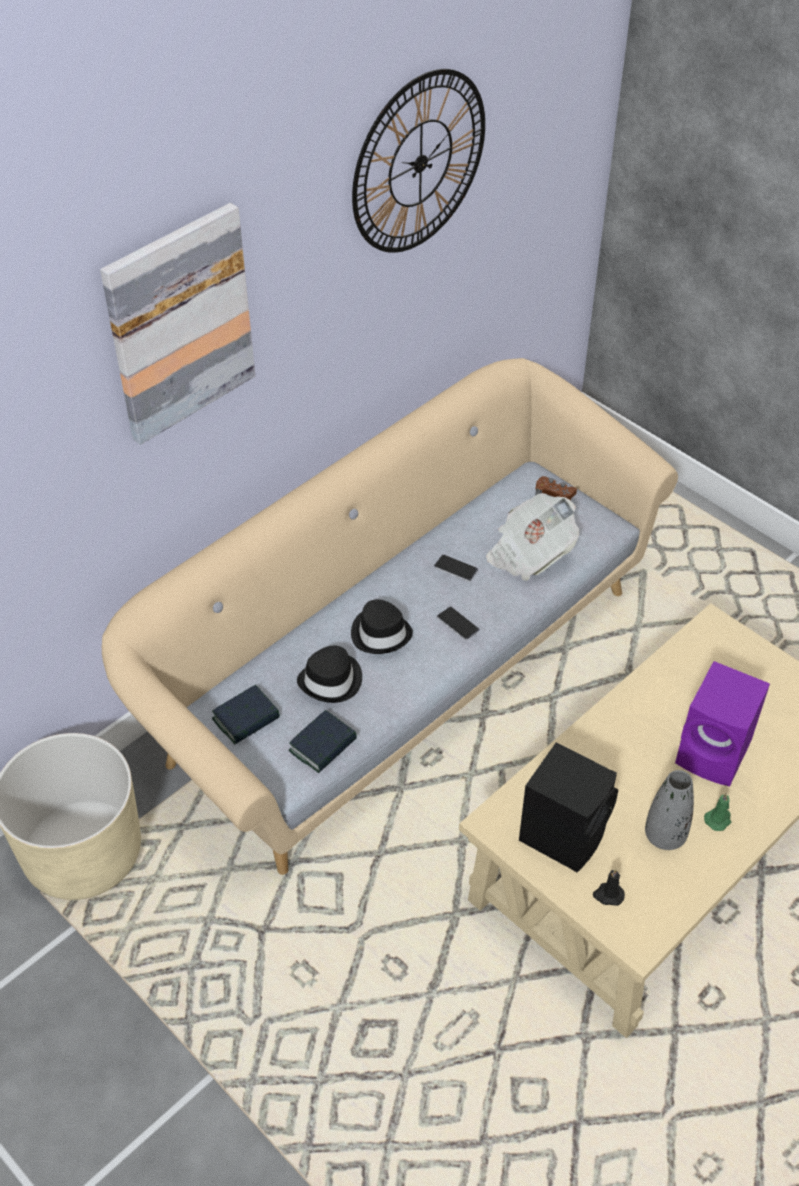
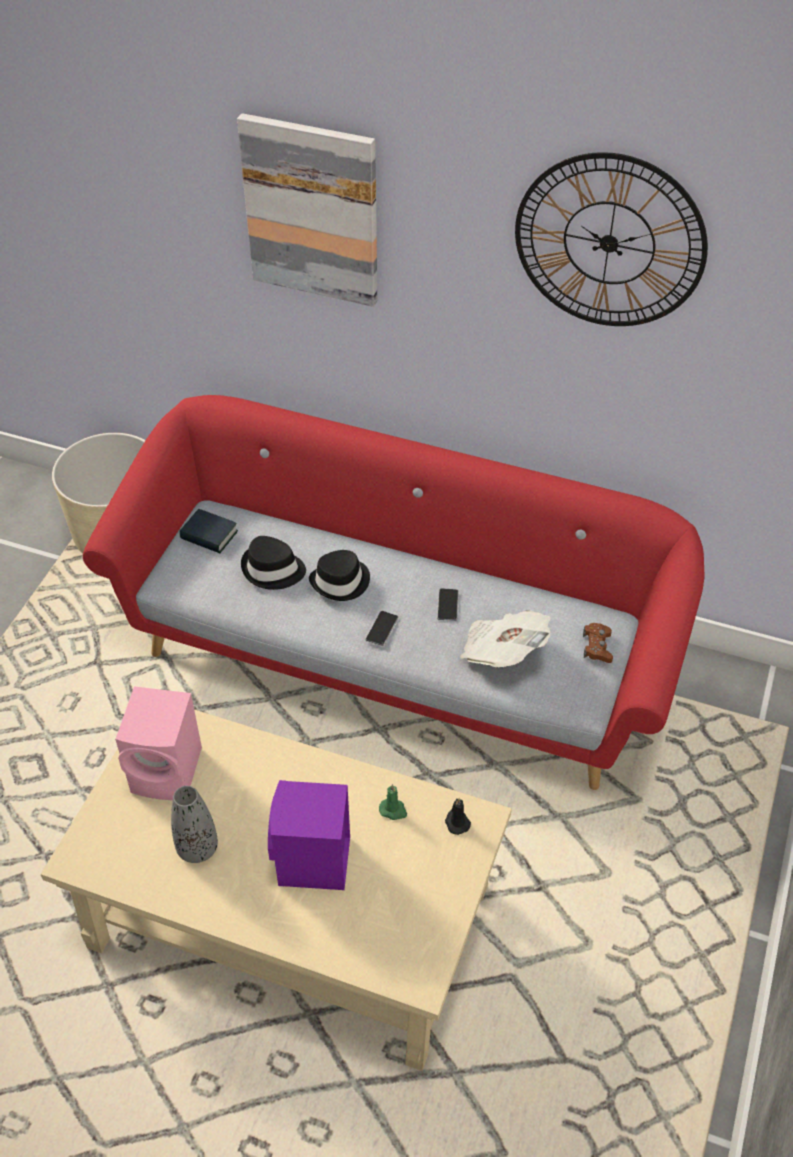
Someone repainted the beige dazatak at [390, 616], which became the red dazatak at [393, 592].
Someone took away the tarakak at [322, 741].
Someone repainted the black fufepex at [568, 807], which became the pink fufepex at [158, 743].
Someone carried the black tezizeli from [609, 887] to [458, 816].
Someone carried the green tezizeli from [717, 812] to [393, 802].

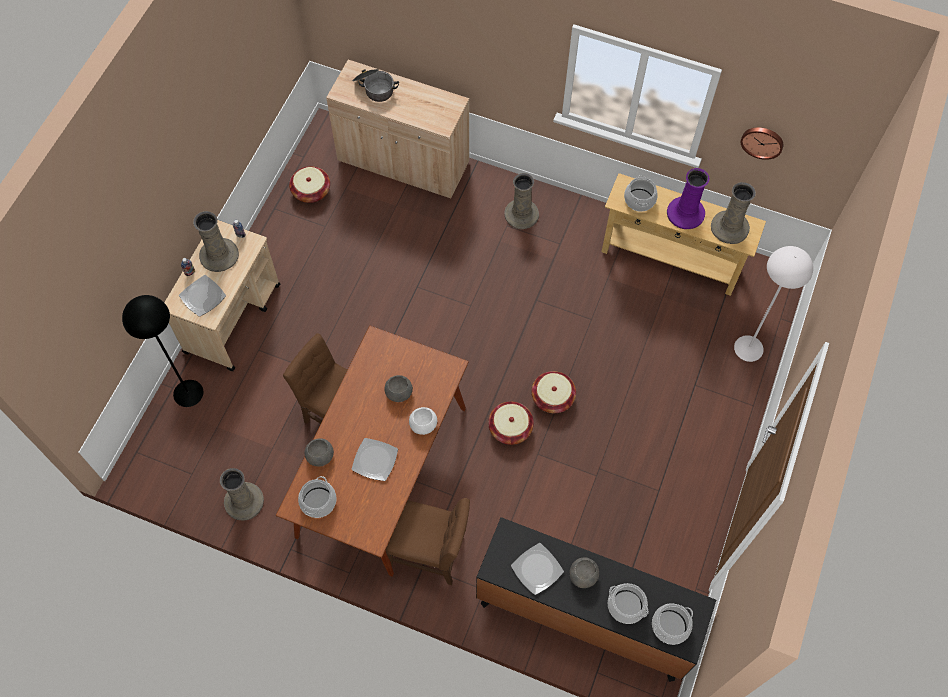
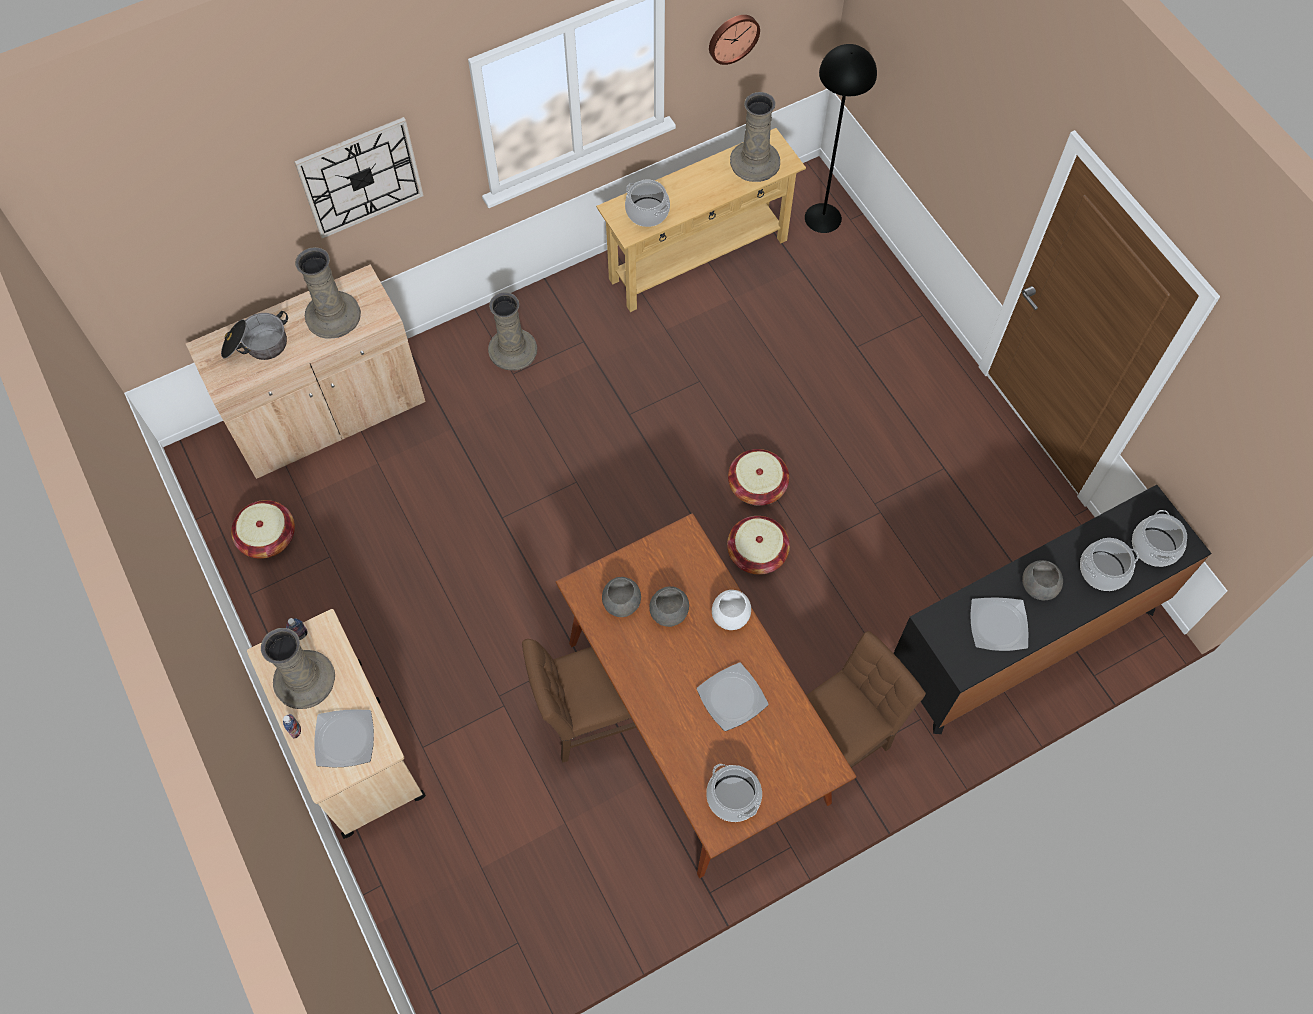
Someone carried the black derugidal from [162, 351] to [841, 138].
Someone carried the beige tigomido from [242, 494] to [328, 293].
Someone carried the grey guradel from [319, 453] to [621, 597].
Someone took away the purple tigomido at [688, 198].
Someone took away the white derugidal at [773, 304].
Someone put up the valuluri at [359, 178].

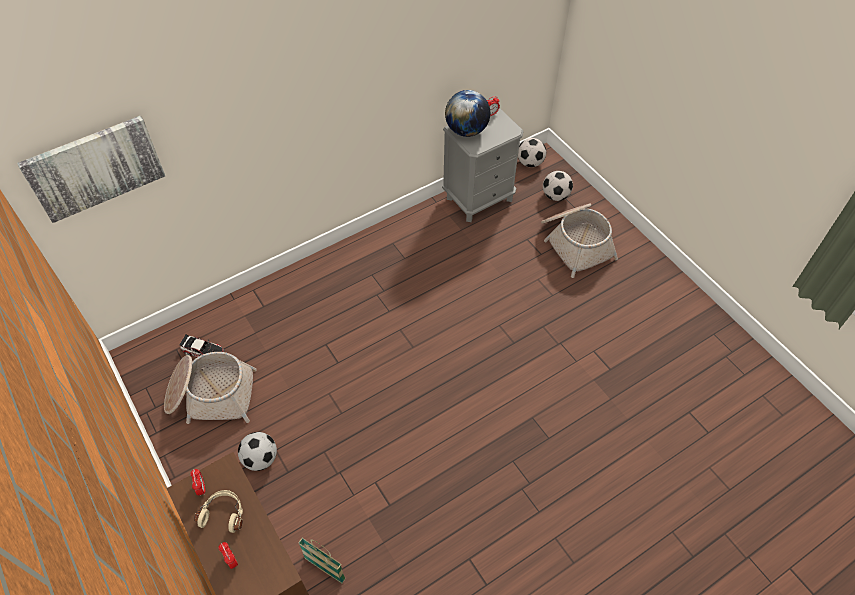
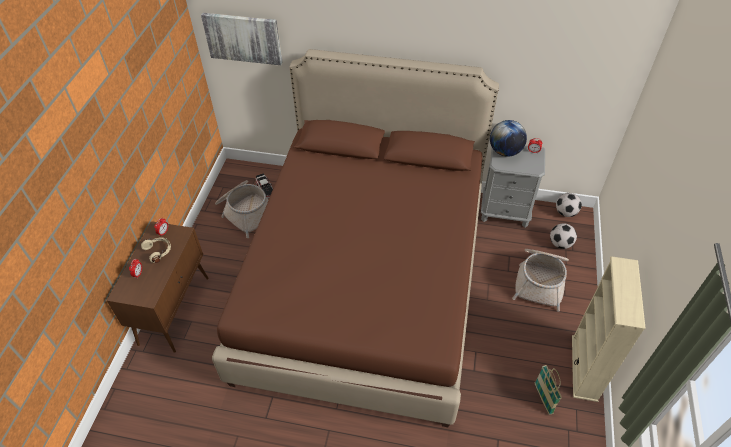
Someone took away the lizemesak at [257, 451].
Someone carried the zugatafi from [322, 560] to [548, 390].
Someone put down the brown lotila at [355, 238].
Someone put down the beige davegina at [609, 329].

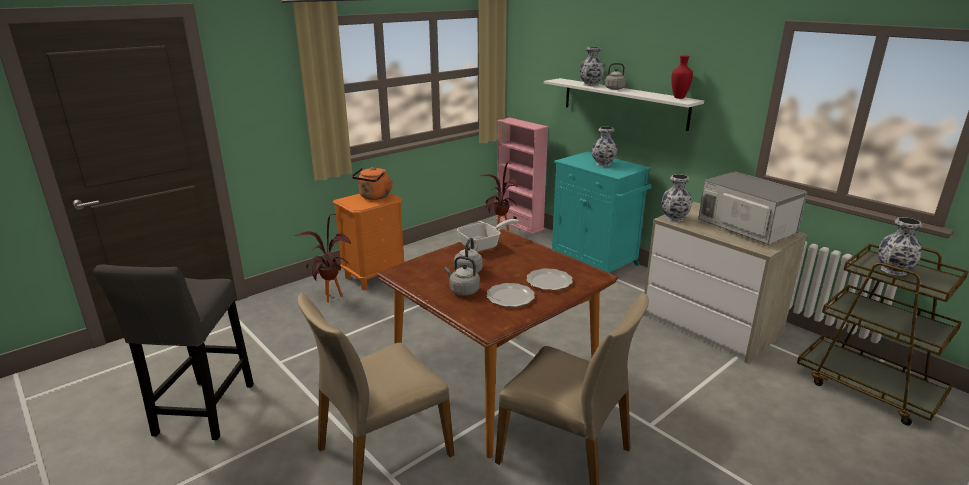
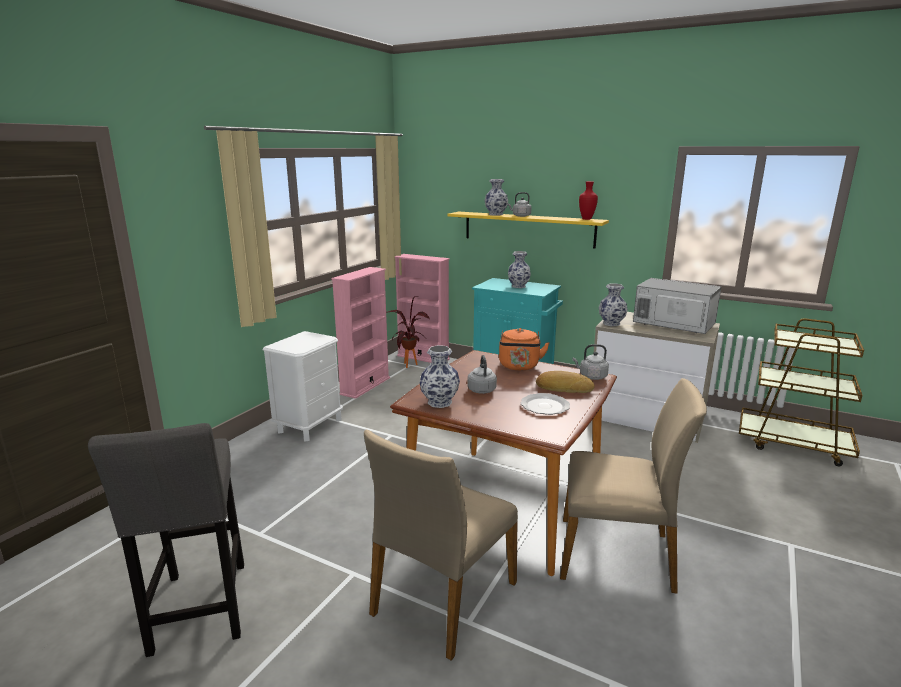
Someone took away the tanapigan at [322, 258].
Someone repainted the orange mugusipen at [369, 241], which became the white mugusipen at [302, 386].
Someone carried the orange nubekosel from [372, 183] to [524, 349].
Someone carried the grey nubekosel from [462, 276] to [590, 362].
Someone took away the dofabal at [488, 235].
Someone swapped the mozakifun at [550, 279] for the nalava at [565, 382].
Someone repainted the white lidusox at [624, 104], which became the yellow lidusox at [528, 230].
Someone carried the tigomido from [900, 246] to [439, 376].
Someone put down the pink davegina at [360, 333].

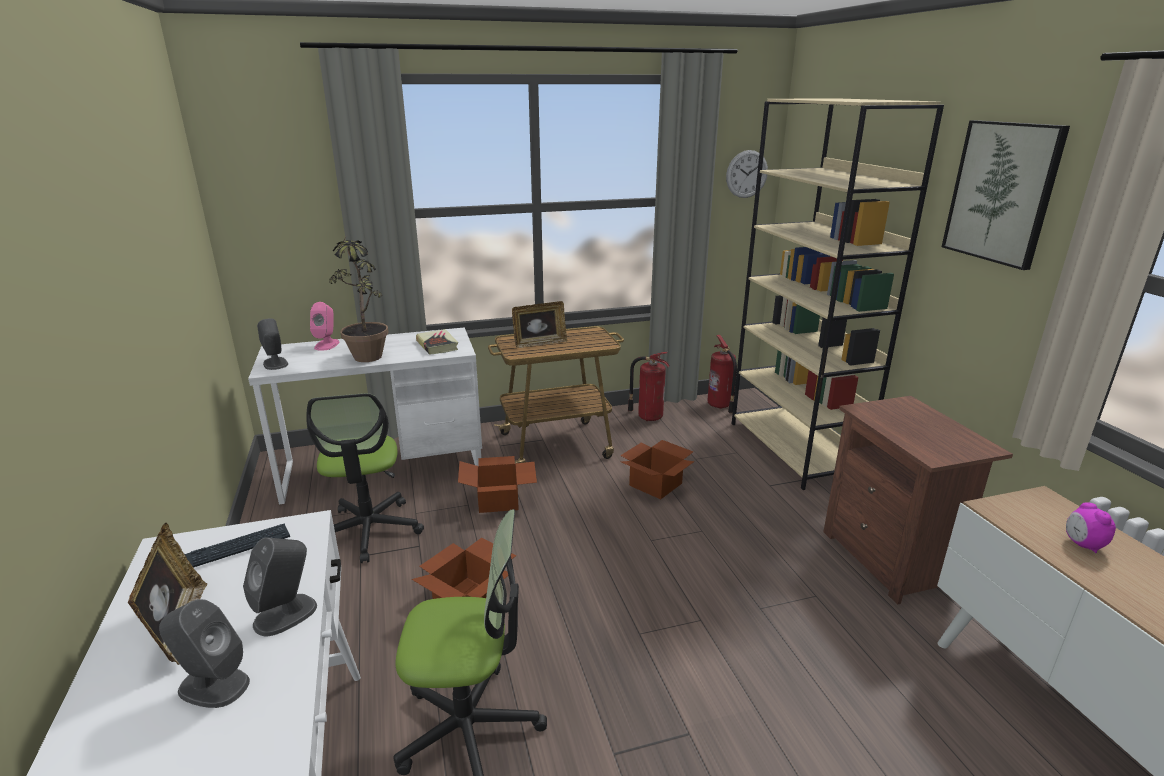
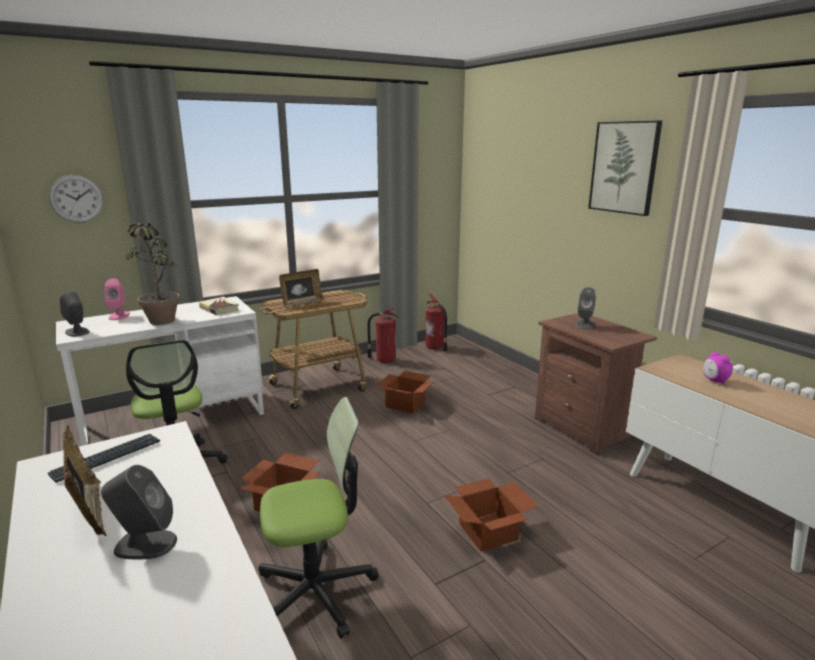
Someone carried the grey fufepex from [280, 586] to [585, 308].
Someone carried the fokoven from [497, 484] to [491, 515].
Someone carried the valuluri from [747, 174] to [76, 199].
Someone took away the beige davegina at [838, 294].

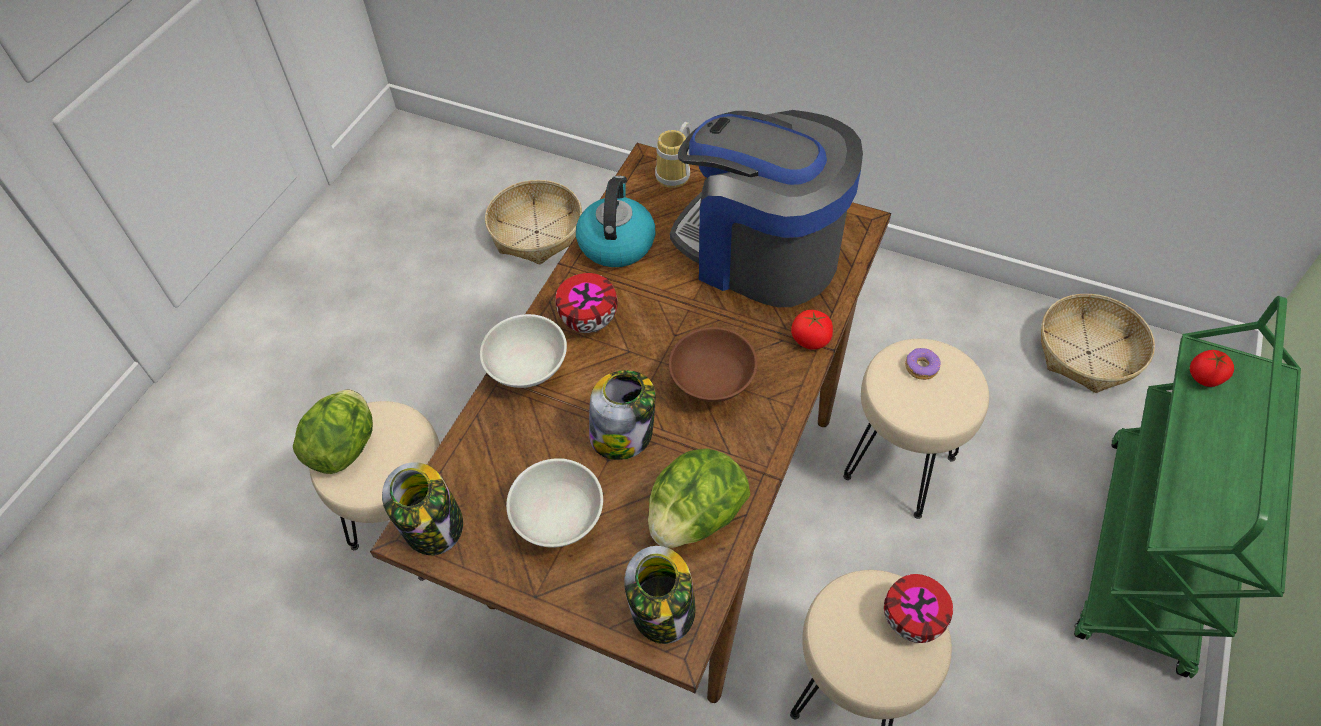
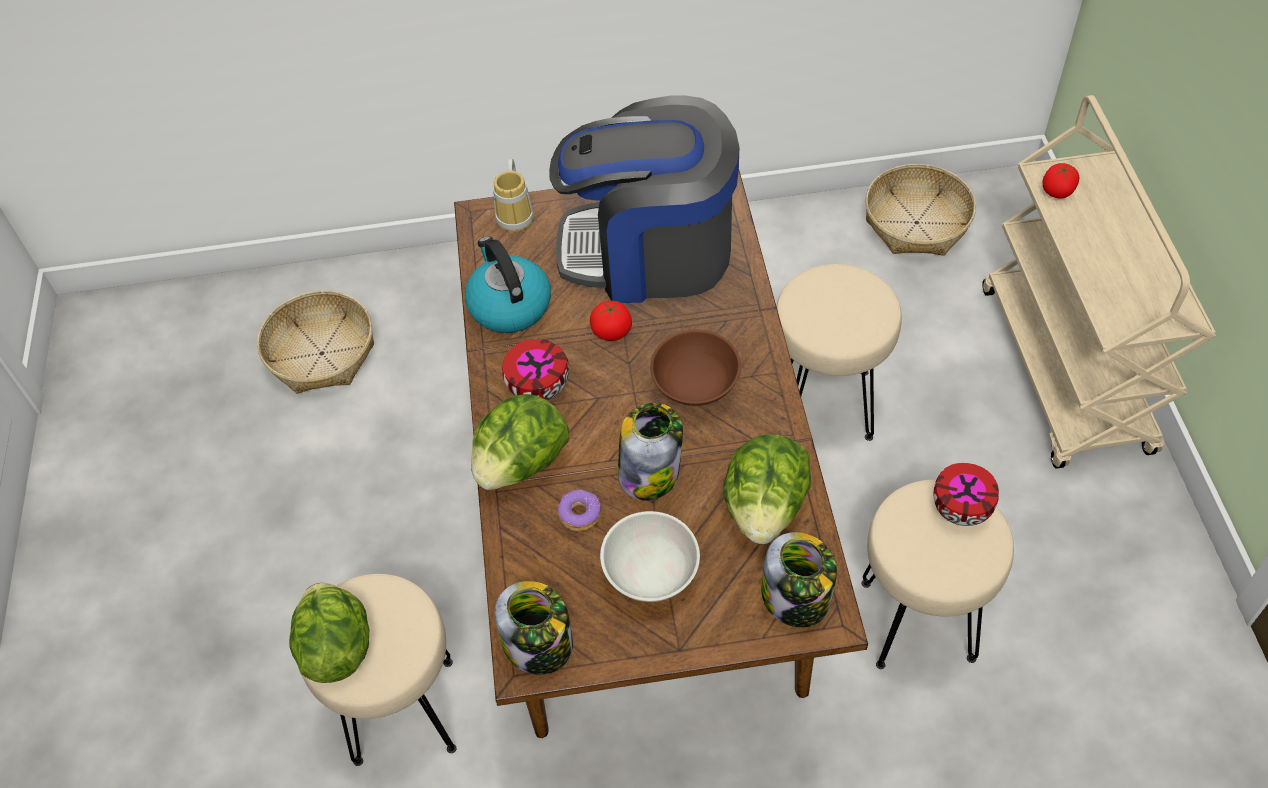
Someone swapped the white guradel at [523, 351] for the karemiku at [520, 442].
Someone carried the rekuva from [812, 329] to [611, 321].
Someone carried the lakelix from [923, 364] to [579, 510].
Someone repainted the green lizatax at [1187, 487], which became the beige lizatax at [1099, 282].

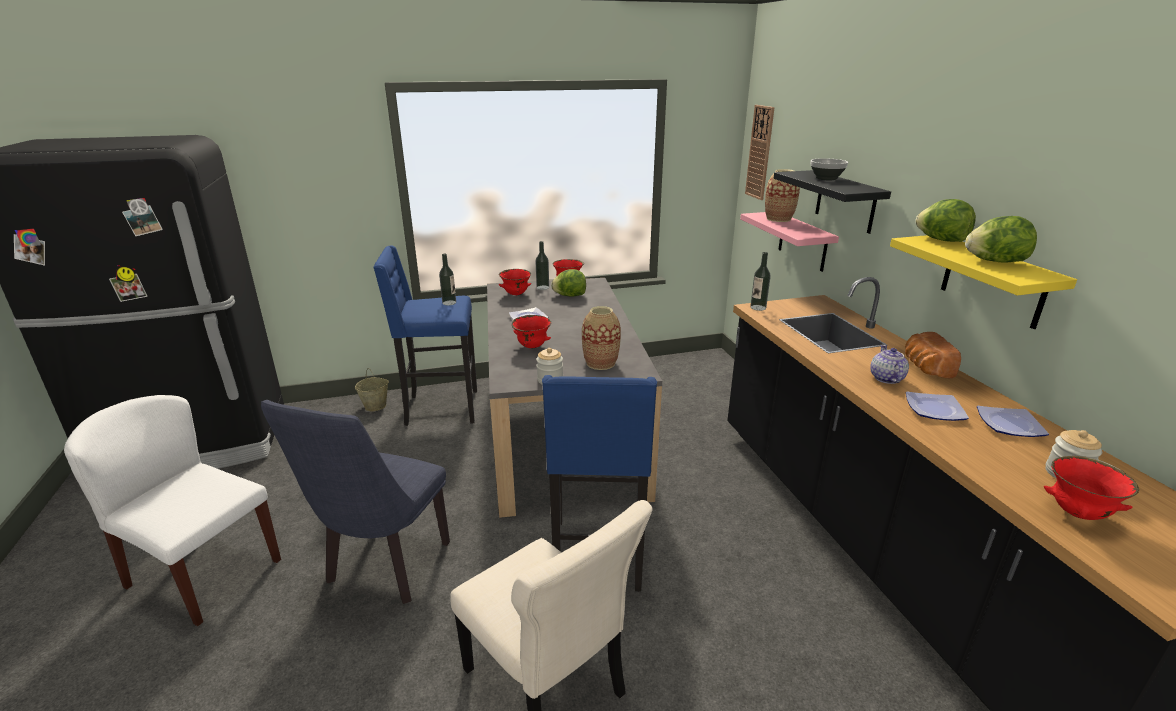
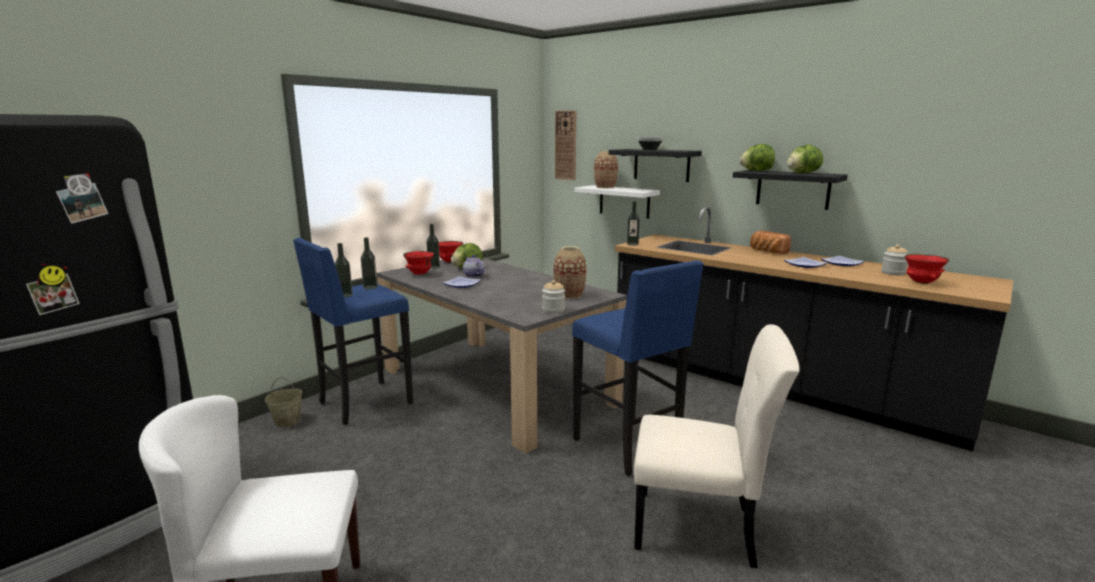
Someone took away the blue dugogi at [355, 502].
Someone took away the red guradel at [531, 331].
Someone repainted the pink lidusox at [789, 242], which became the white lidusox at [617, 202].
Someone carried the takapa from [889, 364] to [474, 266].
Someone repainted the yellow lidusox at [983, 282], which became the black lidusox at [790, 190].
Someone put down the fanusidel at [344, 270].

